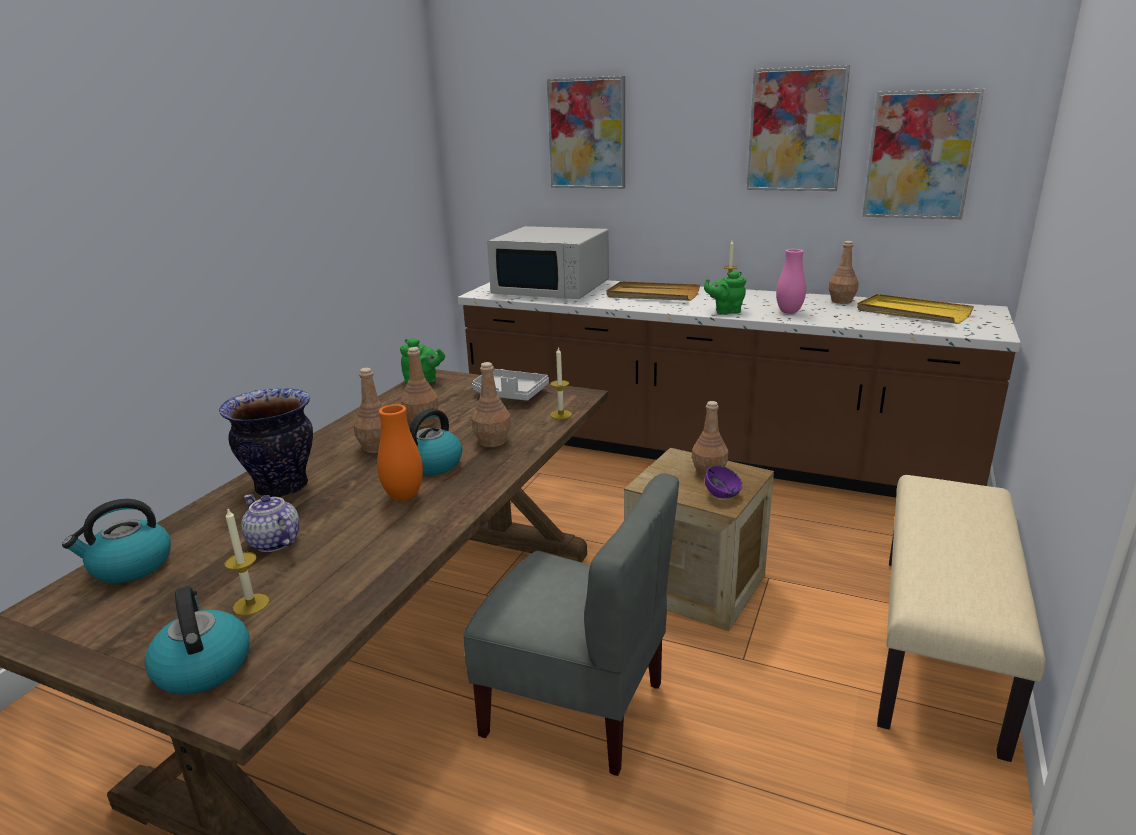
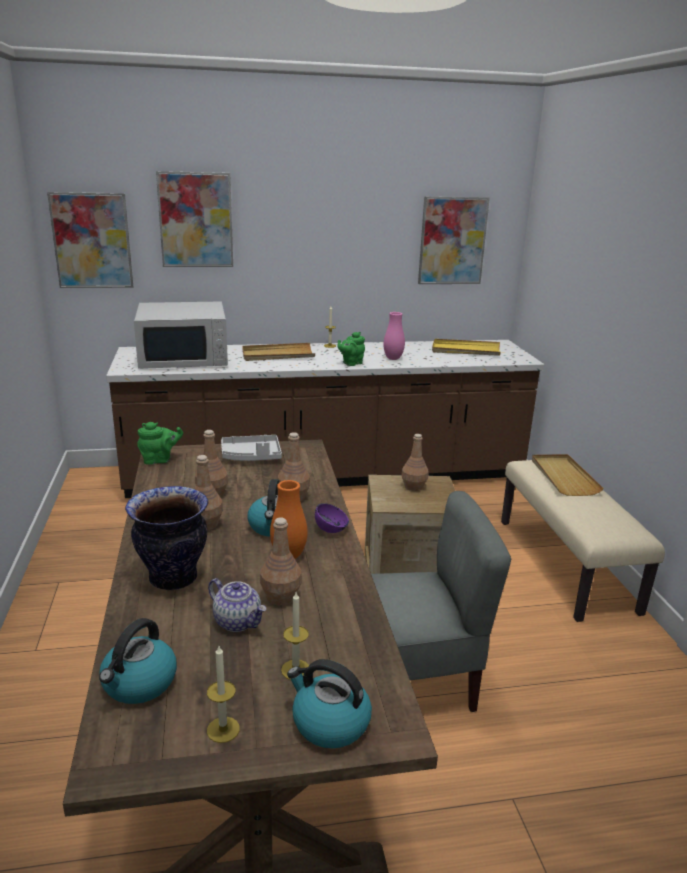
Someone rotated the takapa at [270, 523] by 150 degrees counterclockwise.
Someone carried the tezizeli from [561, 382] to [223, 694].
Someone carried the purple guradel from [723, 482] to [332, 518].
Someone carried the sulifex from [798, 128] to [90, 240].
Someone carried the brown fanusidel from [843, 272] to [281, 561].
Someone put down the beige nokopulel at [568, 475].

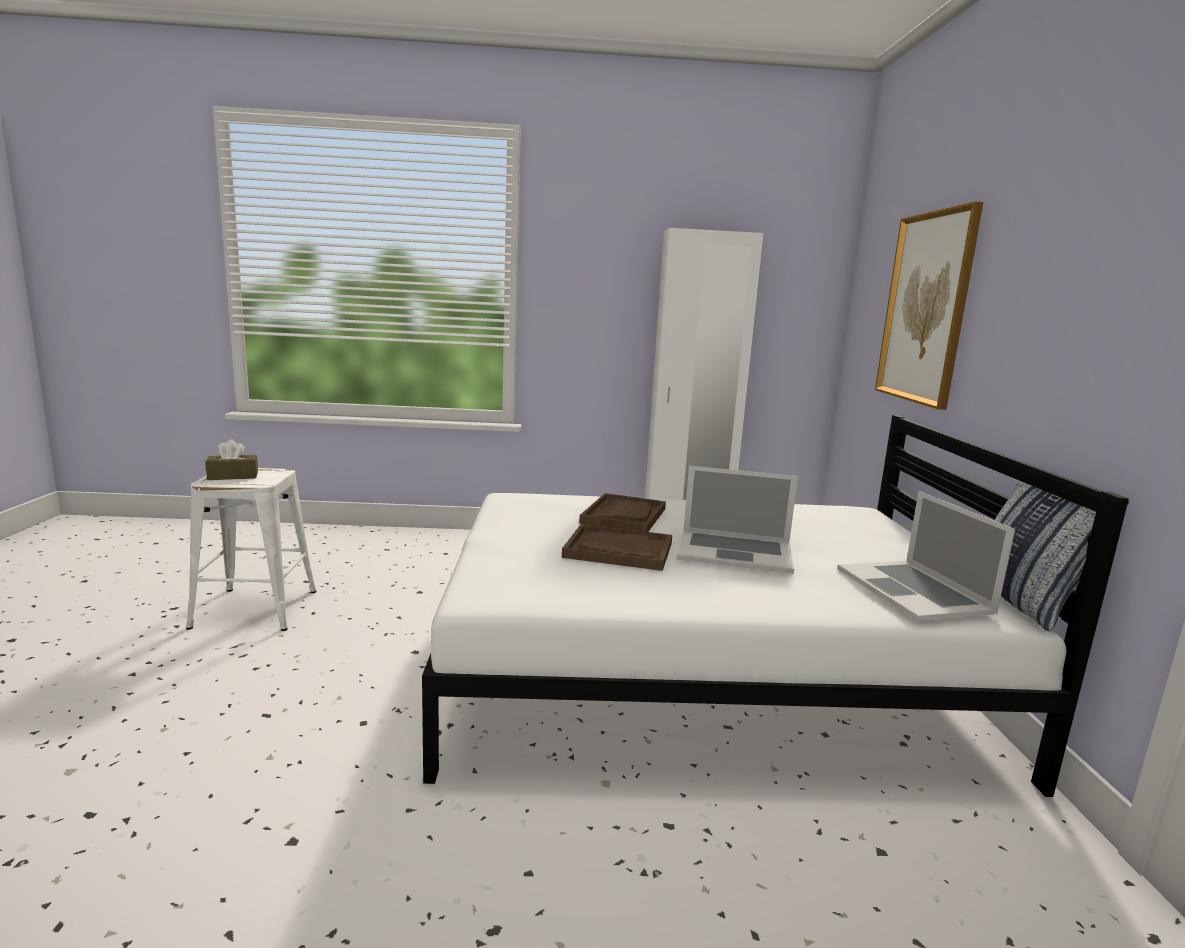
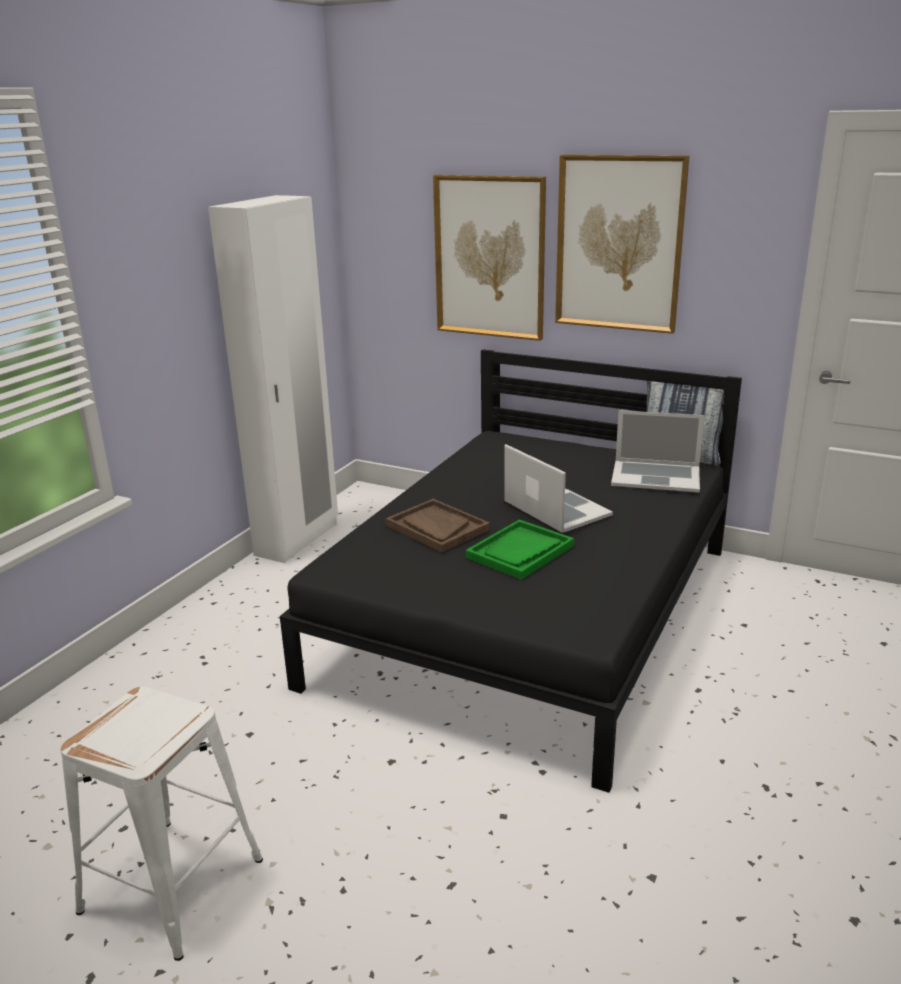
Someone took away the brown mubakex at [231, 459].
Someone repainted the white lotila at [775, 606], which became the black lotila at [511, 571].
Someone repainted the brown nokopulel at [617, 547], which became the green nokopulel at [520, 550].
Someone rotated the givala at [737, 520] by 75 degrees counterclockwise.
Someone put up the sulifex at [622, 244].

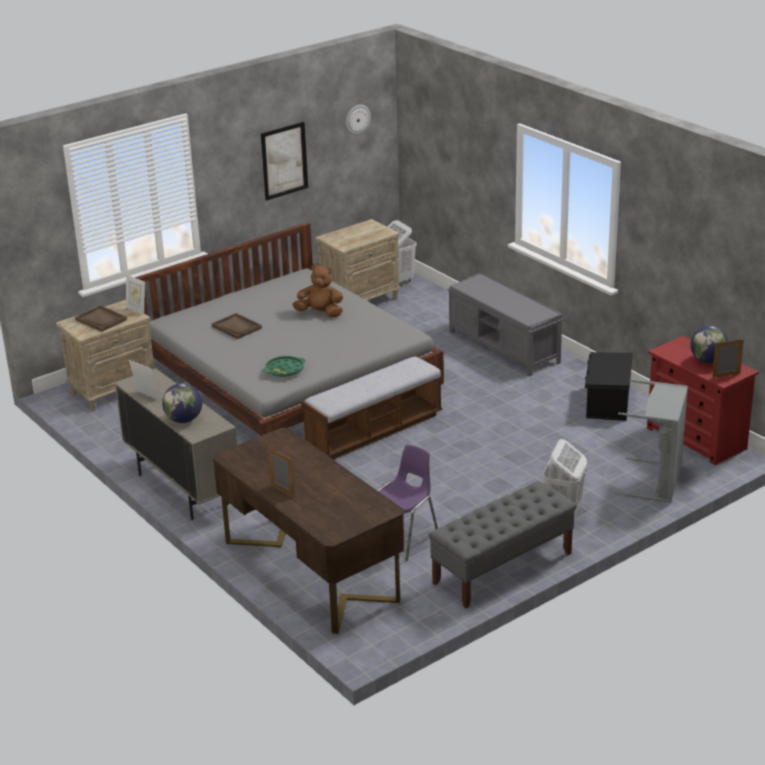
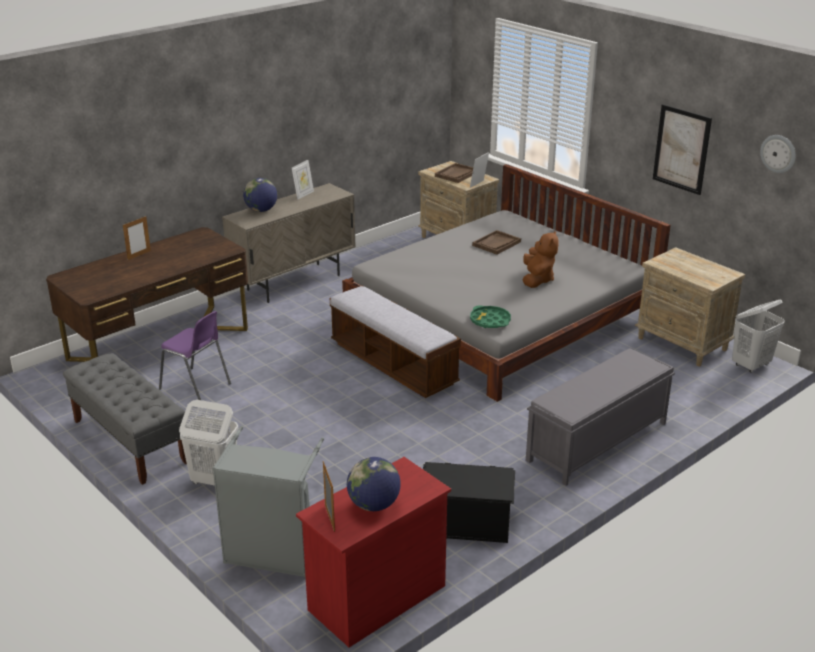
Someone carried the green nokopulel from [284, 367] to [490, 316].

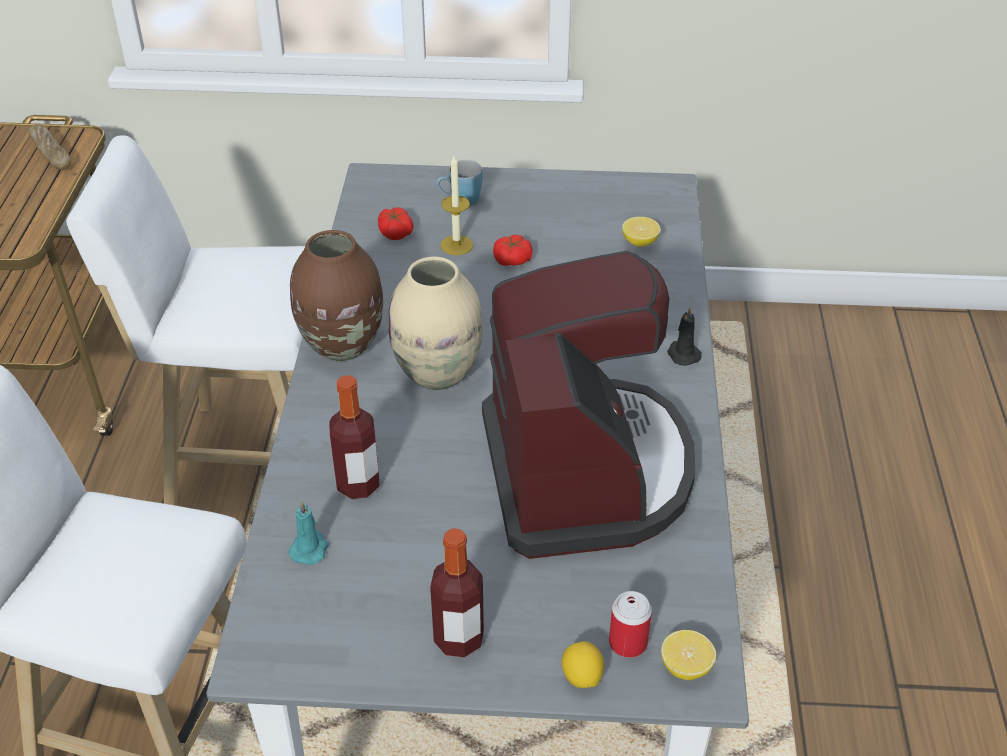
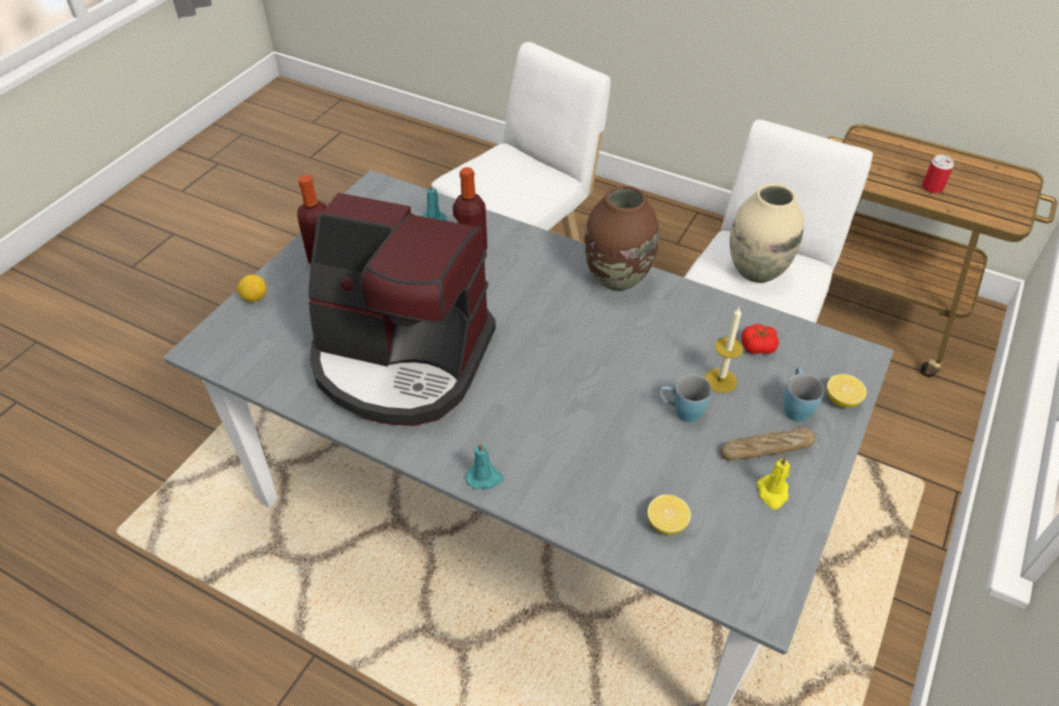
Someone carried the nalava from [49, 147] to [768, 443].
Someone carried the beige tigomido from [435, 323] to [767, 233].
Someone swapped the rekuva at [513, 250] for the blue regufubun at [686, 398].
Someone carried the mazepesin from [630, 624] to [938, 174].
Someone carried the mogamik from [688, 655] to [847, 390].
Someone repainted the black tezizeli at [684, 336], which became the turquoise tezizeli at [485, 466].
Someone put down the yellow tezizeli at [773, 482].

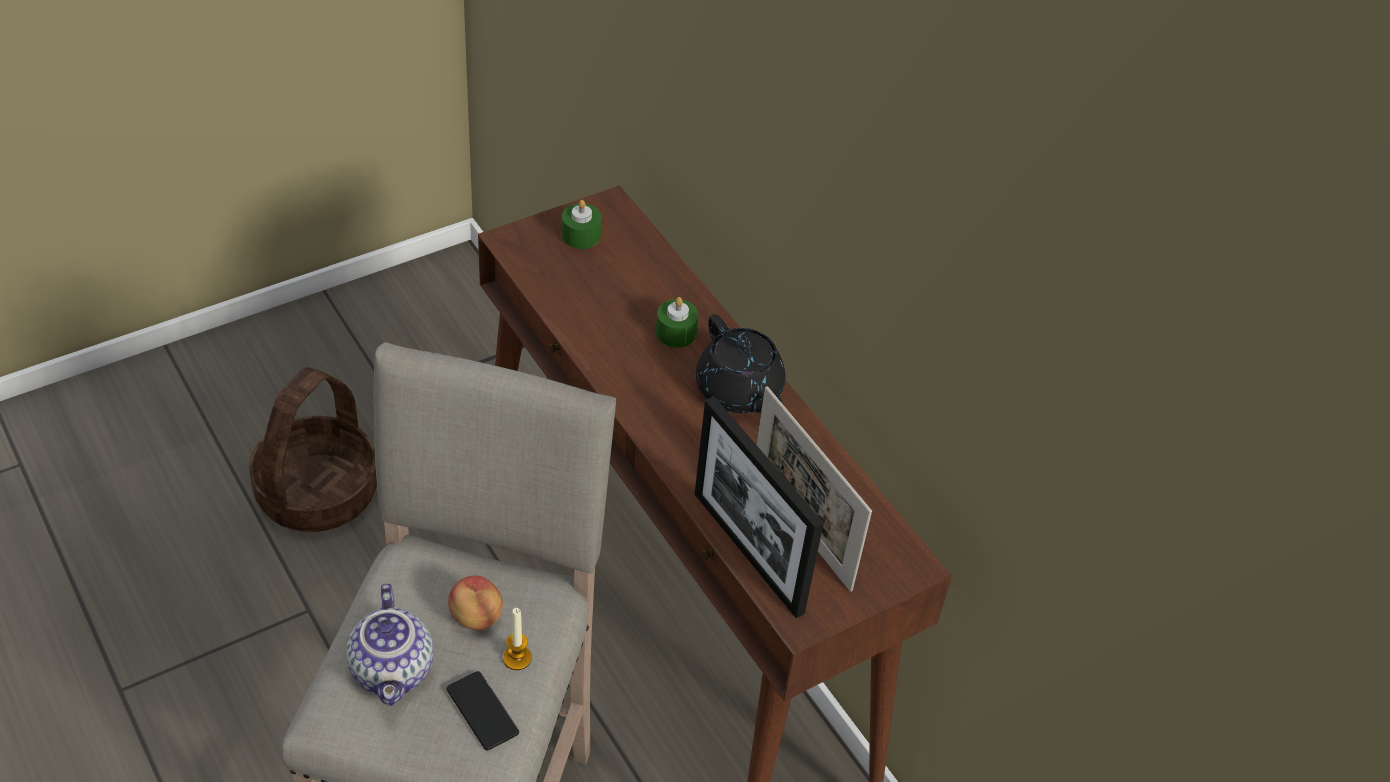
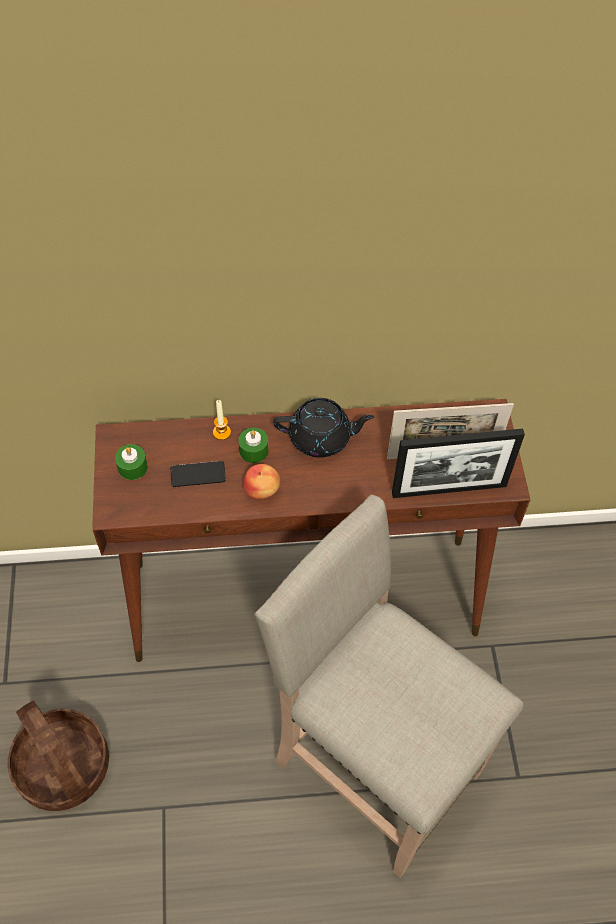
Someone took away the takapa at [389, 644].
Someone carried the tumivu from [483, 710] to [198, 474].
Someone carried the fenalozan from [475, 603] to [261, 481].
Someone carried the tezizeli from [517, 639] to [222, 420].

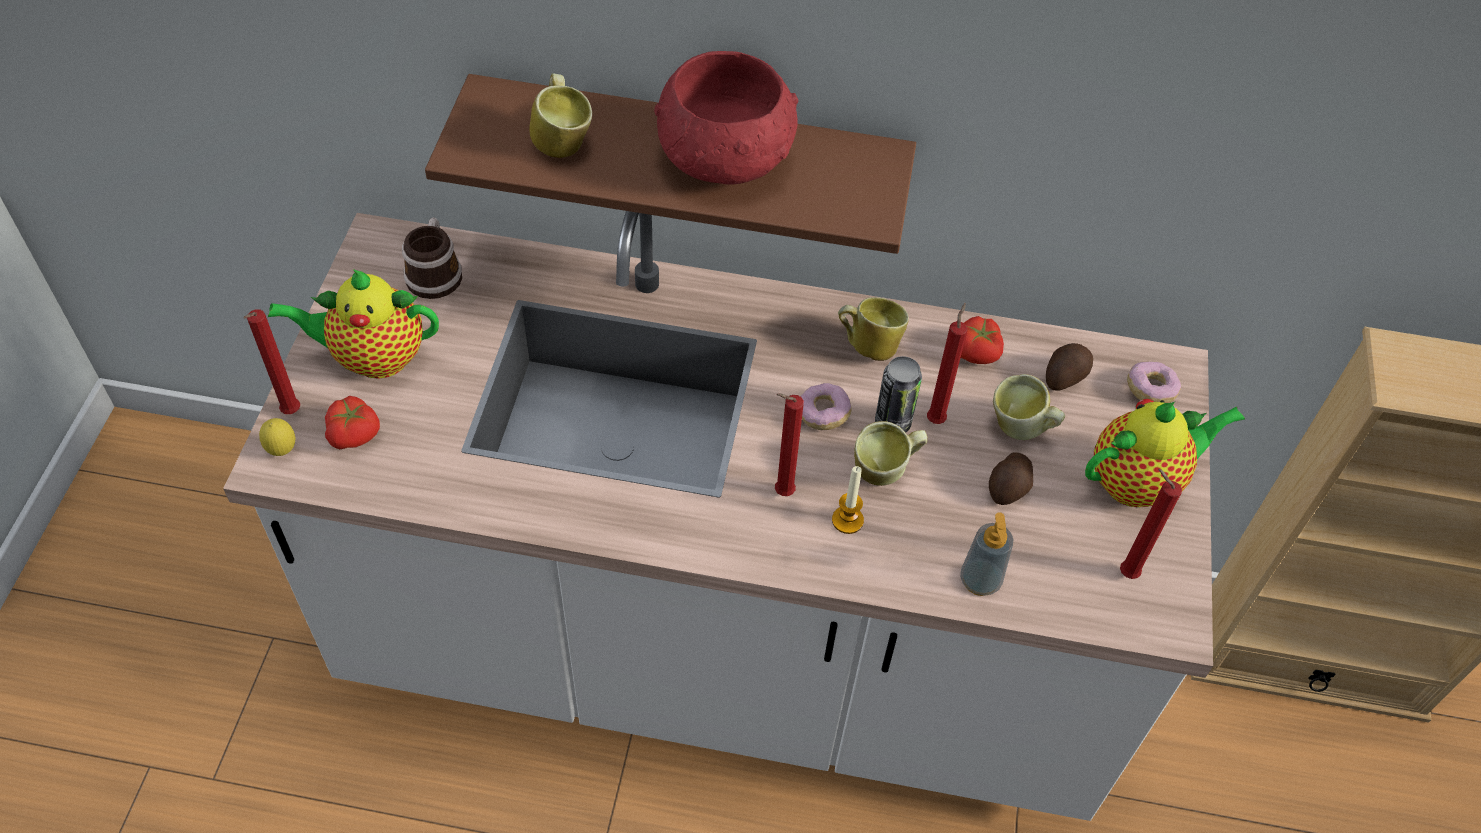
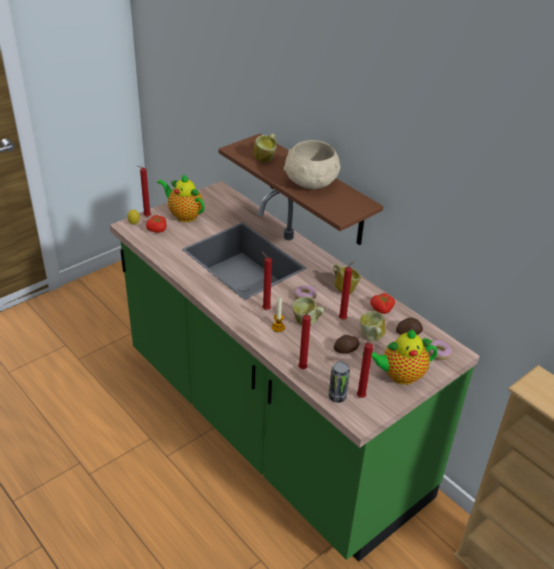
Someone repainted the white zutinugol at [718, 516], which became the green zutinugol at [294, 371].
Someone took away the regufubun at [432, 258].
Someone repainted the red guradel at [726, 118], which became the beige guradel at [312, 164].
Someone carried the mazepesin from [898, 394] to [339, 382].
Someone swapped the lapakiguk at [986, 554] for the red tezizeli at [305, 337].
Someone rotated the takapa at [1165, 453] by 150 degrees clockwise.

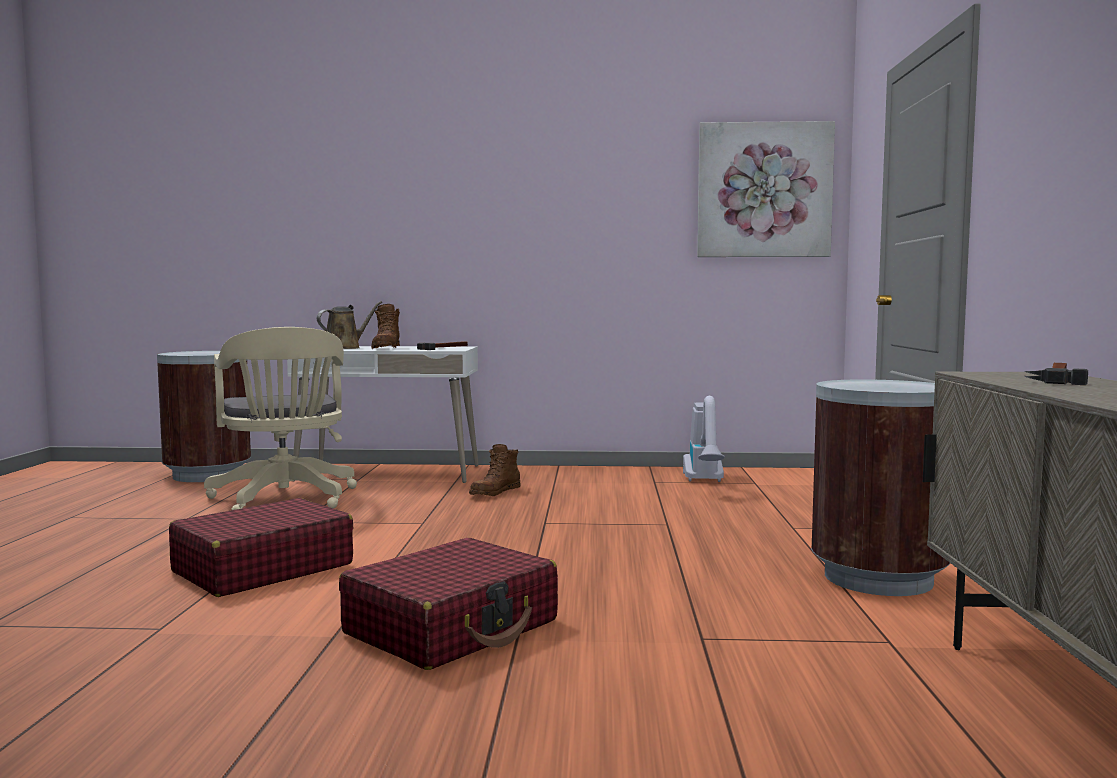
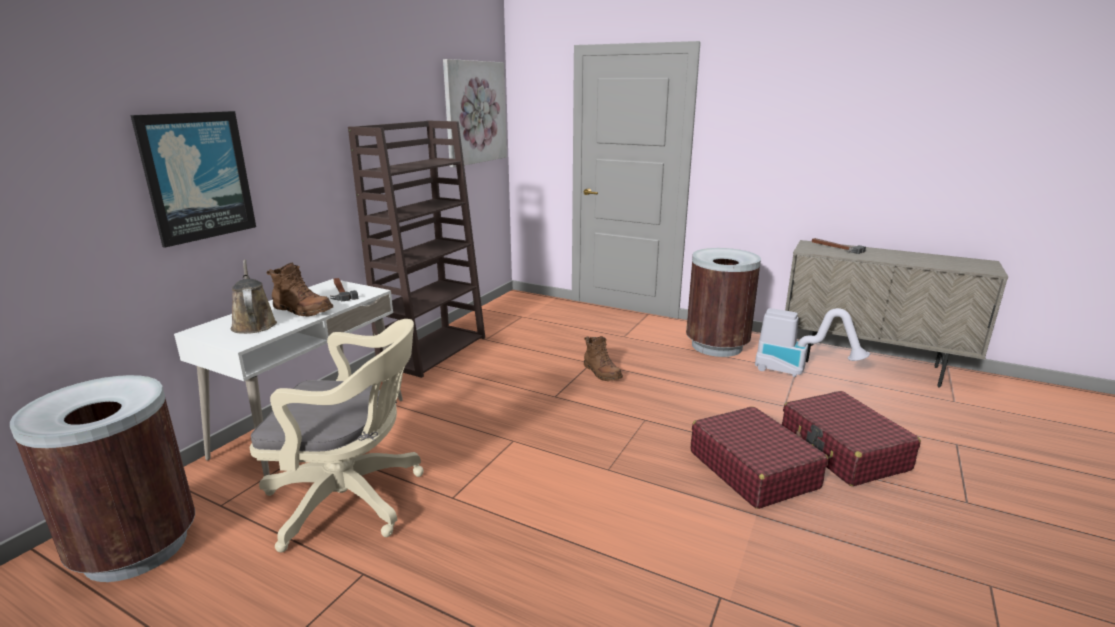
Someone carried the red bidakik from [261, 547] to [851, 438].
Someone carried the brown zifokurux from [495, 470] to [603, 358].
Someone carried the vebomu from [704, 439] to [812, 342].
Someone put up the sulifex at [193, 179].
Someone put down the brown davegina at [416, 249].

